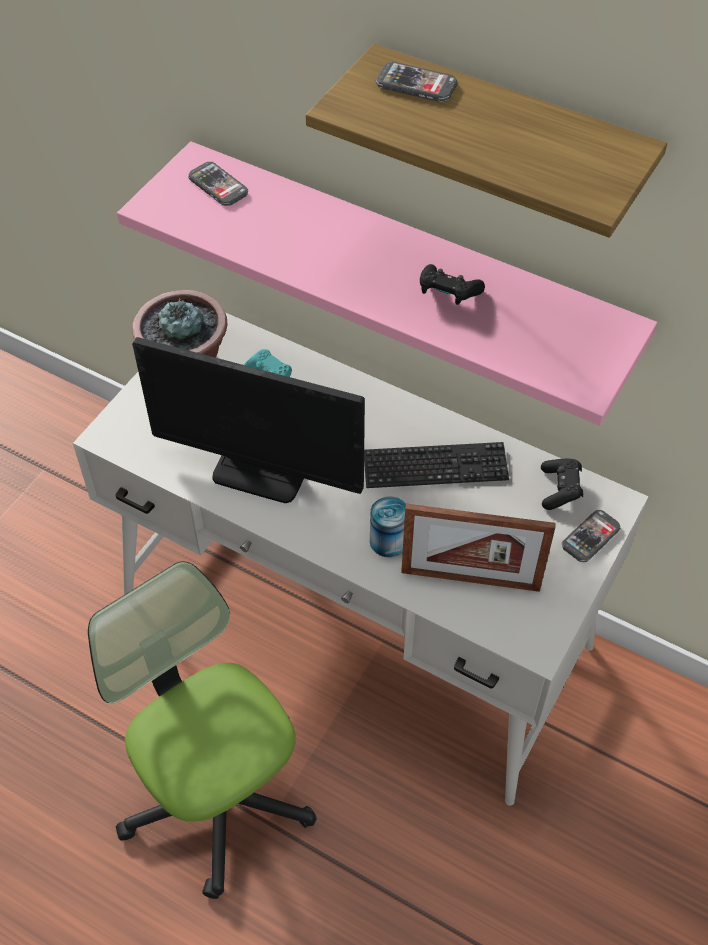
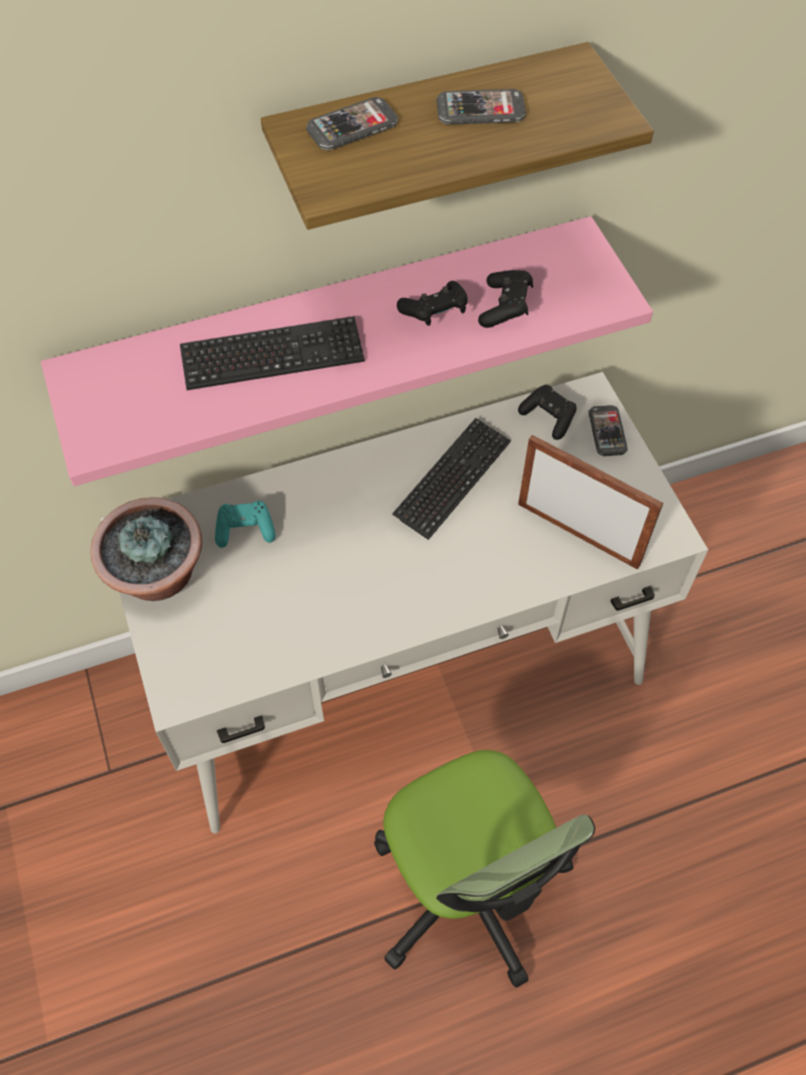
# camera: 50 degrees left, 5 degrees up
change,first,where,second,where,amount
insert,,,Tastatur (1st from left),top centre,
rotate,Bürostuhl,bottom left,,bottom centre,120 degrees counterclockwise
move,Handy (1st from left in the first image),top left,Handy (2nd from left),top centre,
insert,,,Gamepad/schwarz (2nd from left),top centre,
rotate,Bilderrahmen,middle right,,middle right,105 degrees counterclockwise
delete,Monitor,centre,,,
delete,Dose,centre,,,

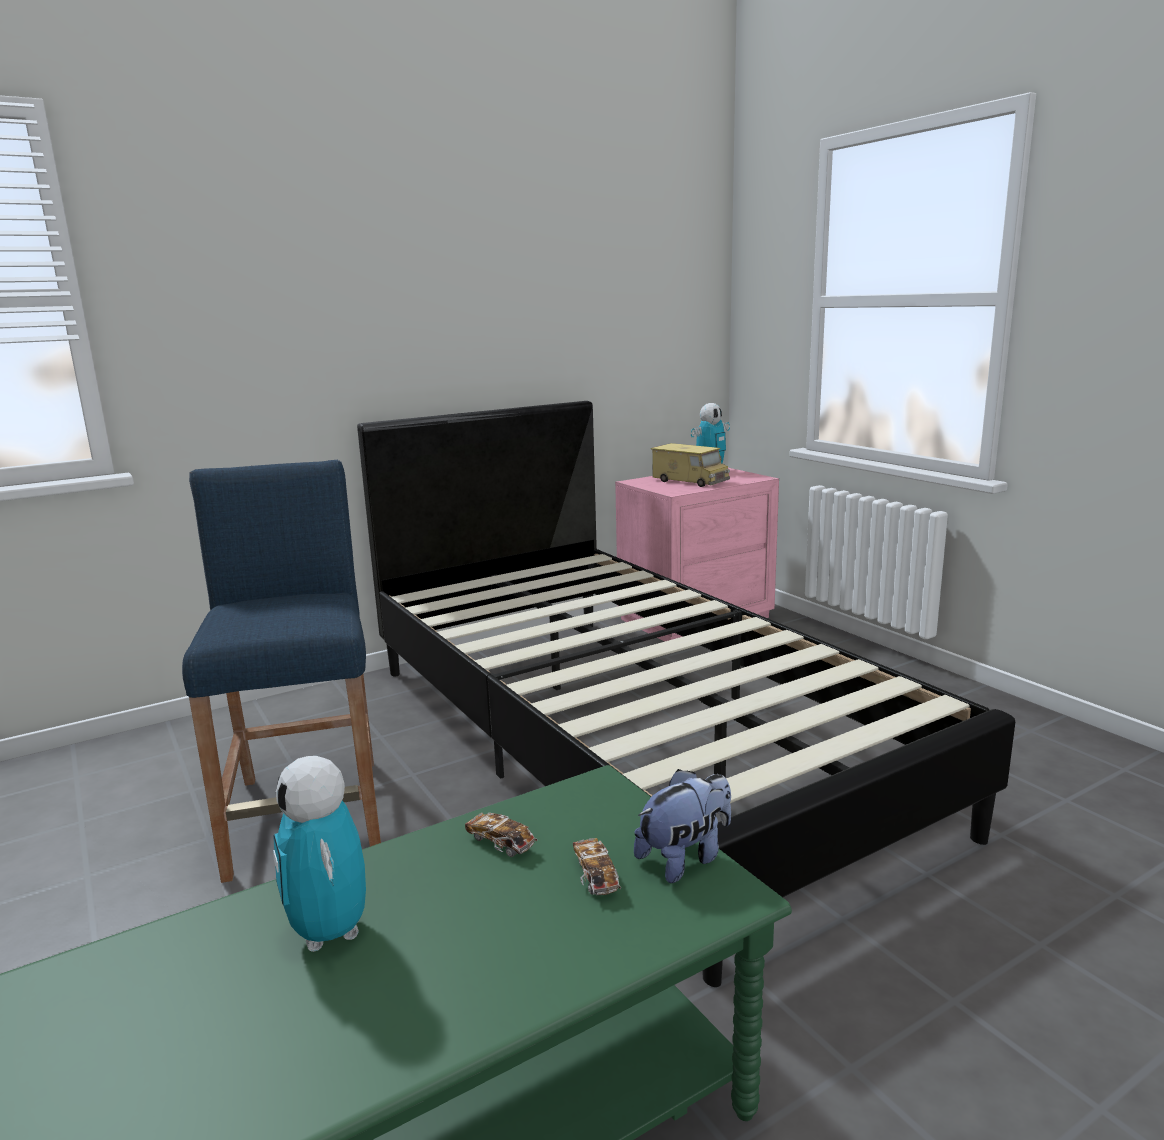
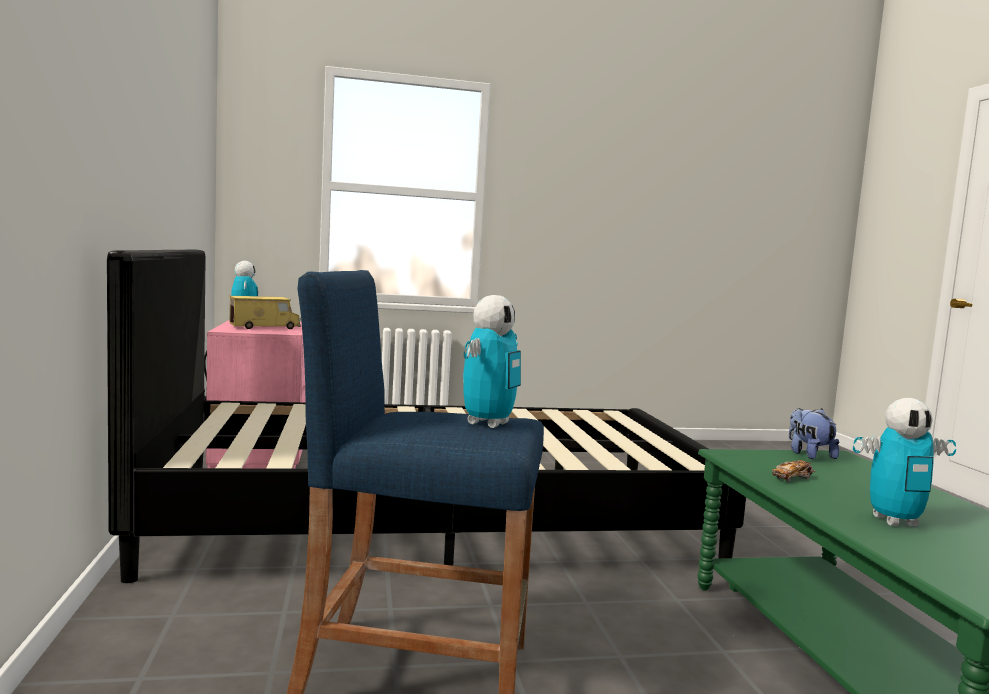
# camera: 70 degrees left, 10 degrees down
change,first,where,second,where,amount
insert,,,Spielzeugroboter (2nd from left),centre,
delete,Spielzeugauto (2nd from left),bottom centre,,,

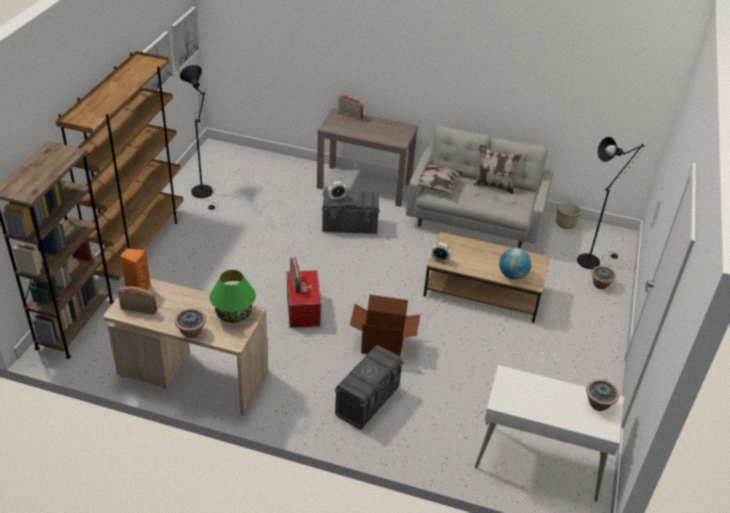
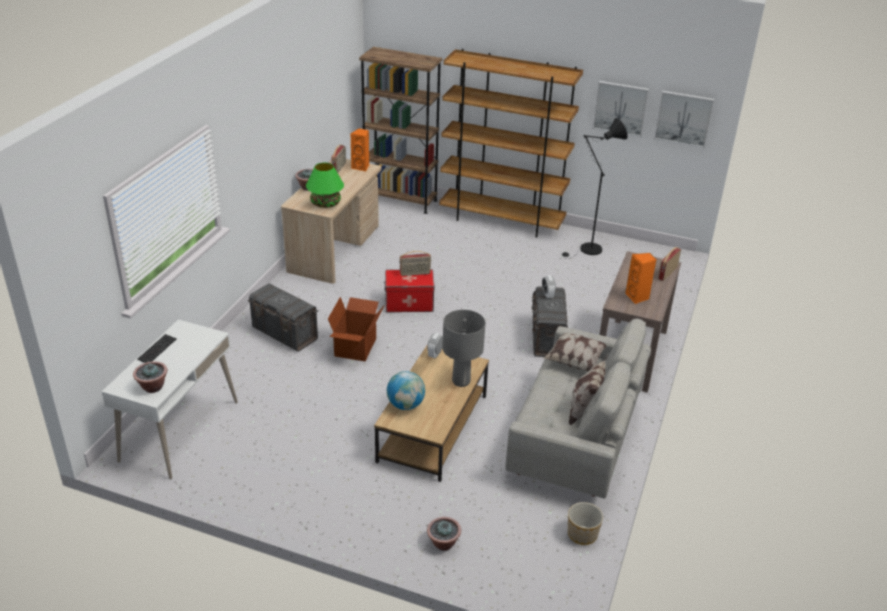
# camera: 95 degrees right, 5 degrees down
change,first,where,second,where,amount
insert,,,Tastatur,middle left,
insert,,,Tischlampe/grau,centre,
insert,,,Lautsprecher/orange (2nd from left),middle right,
delete,Stehlampe/schwarz (2nd from left),middle right,,,

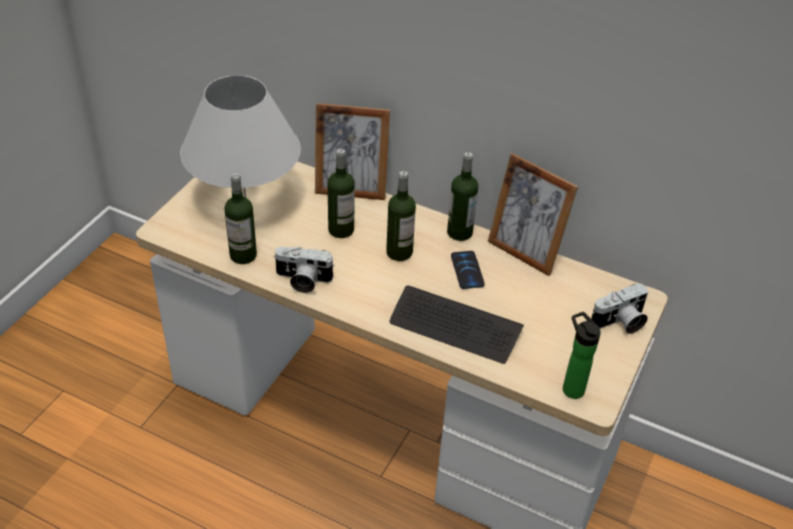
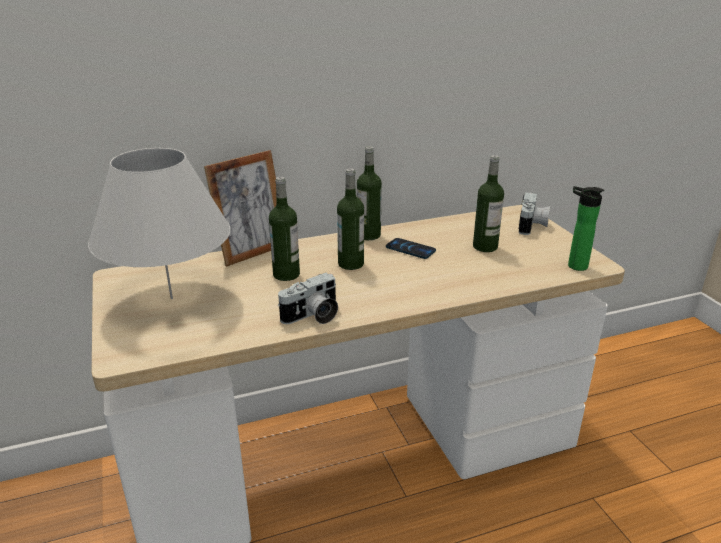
# camera: 45 degrees left, 15 degrees down
change,first,where,second,where,amount
move,Flasche (1st from left in the first image),middle left,Flasche (4th from left),middle right,
delete,Tastatur,centre,,,
delete,Bilderrahmen (2nd from left),middle right,,,

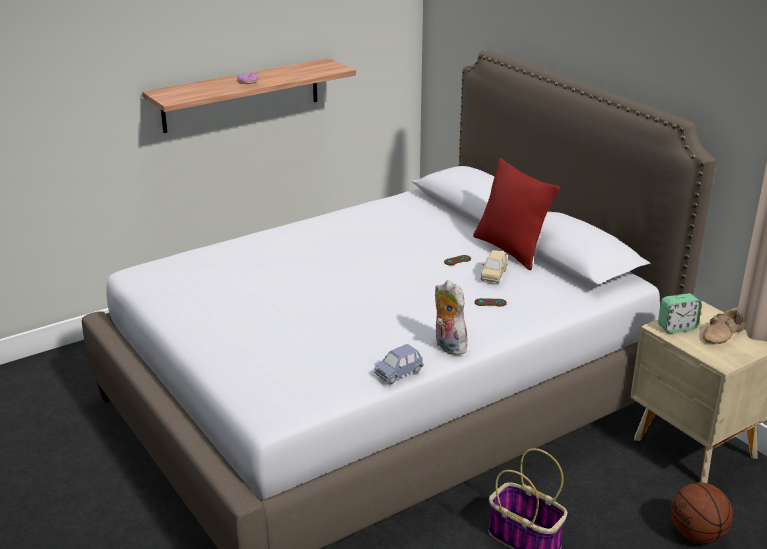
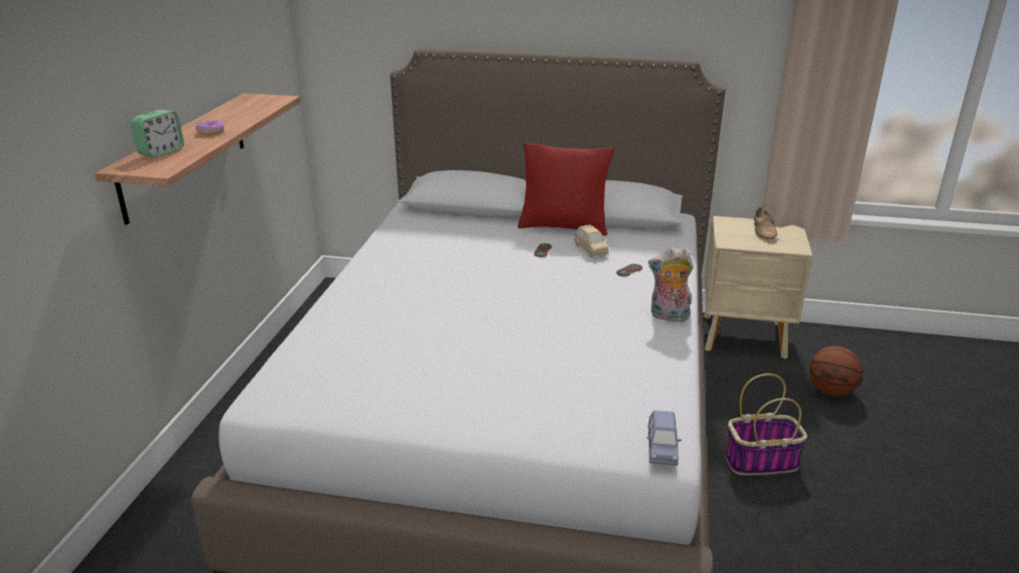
# camera: 45 degrees left, 0 degrees up
change,first,where,second,where,amount
move,Wecker,middle right,,top left,
move,Spielzeugauto/blau,centre,,bottom centre,

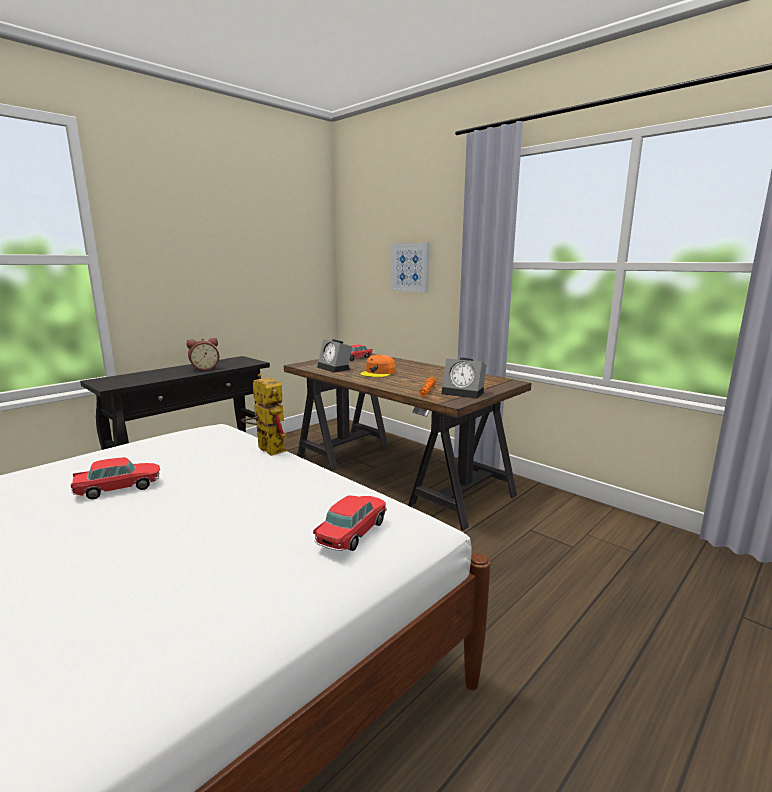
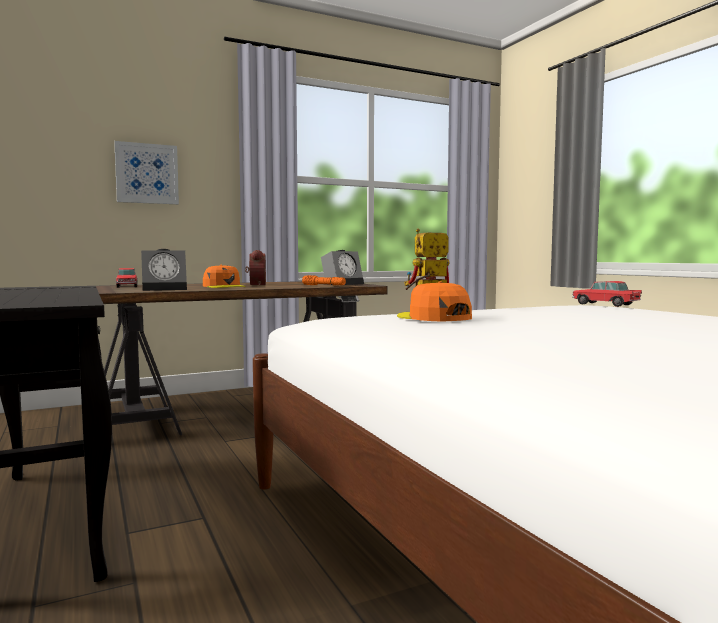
# camera: 70 degrees left, 10 degrees down
change,first,where,second,where,amount
move,Wecker (1st from left in the first image),middle left,Wecker (2nd from left),centre,
insert,,,Kappe/orange (2nd from left),centre,
delete,Spielzeugauto (1st from left),middle left,,,

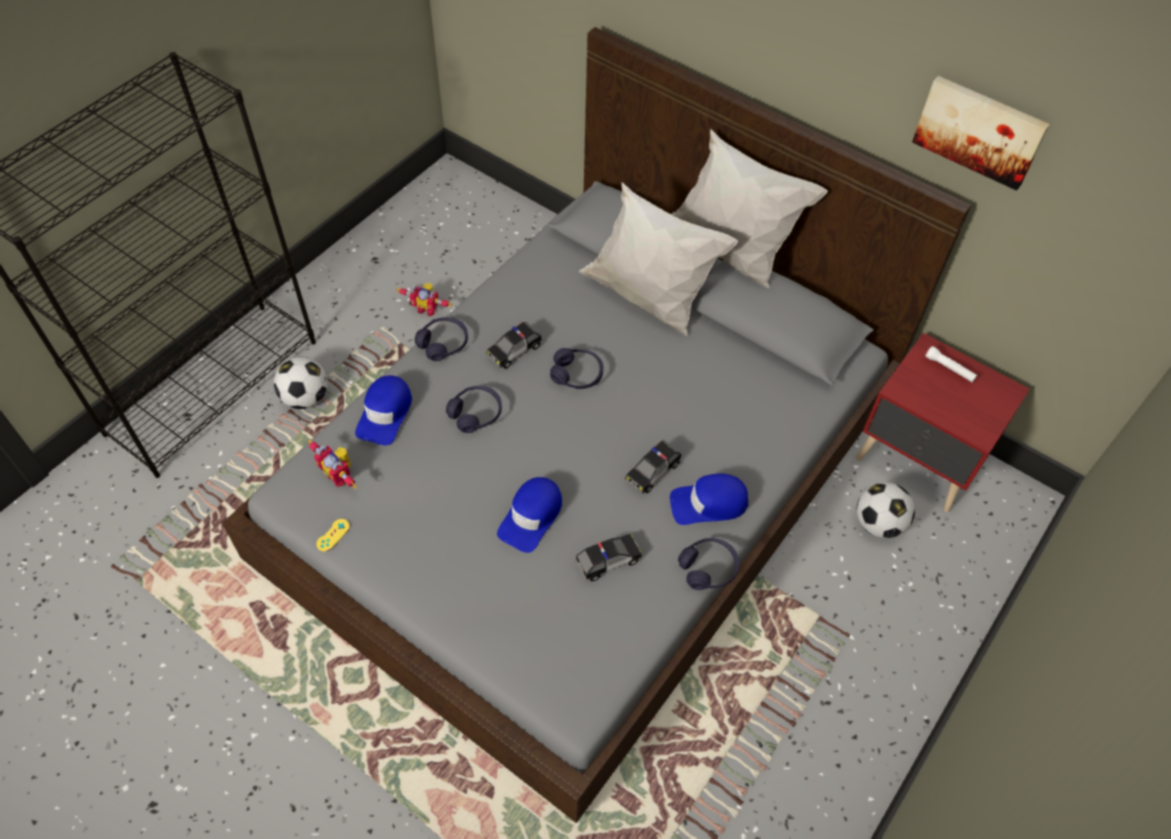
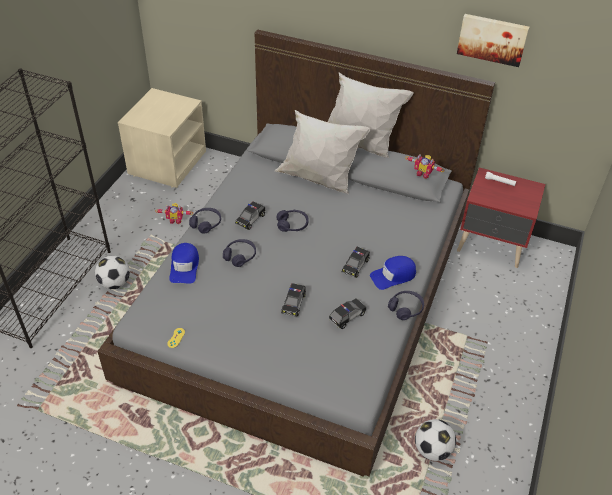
# camera: 15 degrees left, 10 degrees down
change,first,where,second,where,amount
insert,,,Nachttisch/beige,top left,
replace,Kappe/blau (2nd from left),centre,Spielzeugauto (2nd from left),centre,
move,Spielzeugroboter (1st from left in the first image),middle left,Spielzeugroboter (2nd from left),middle right,
move,Fußball (2nd from left),middle right,,bottom right,

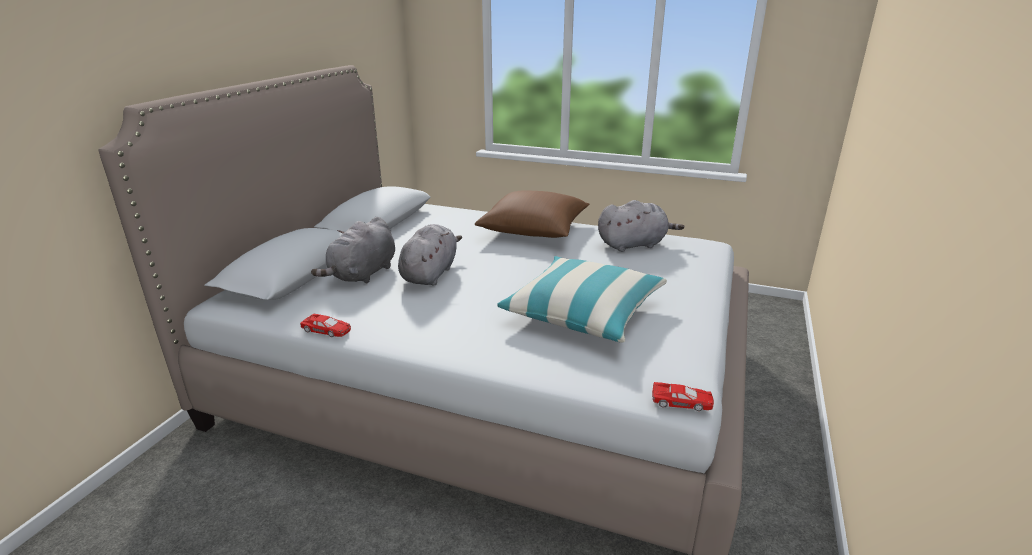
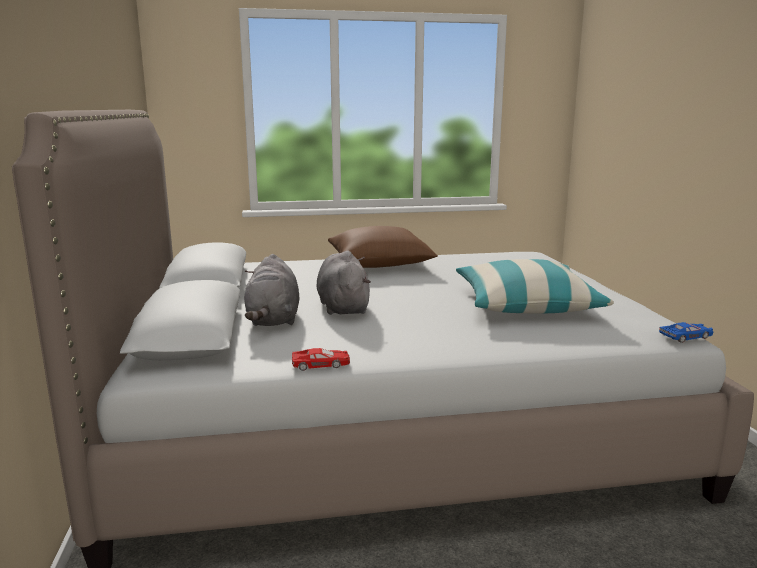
# camera: 30 degrees left, 10 degrees down
change,first,where,second,where,amount
recolor,Spielzeugauto/rot (2nd from left),bottom centre,Spielzeugauto/blau,middle right,
delete,Plüschtier/grau (3rd from left),centre,,,

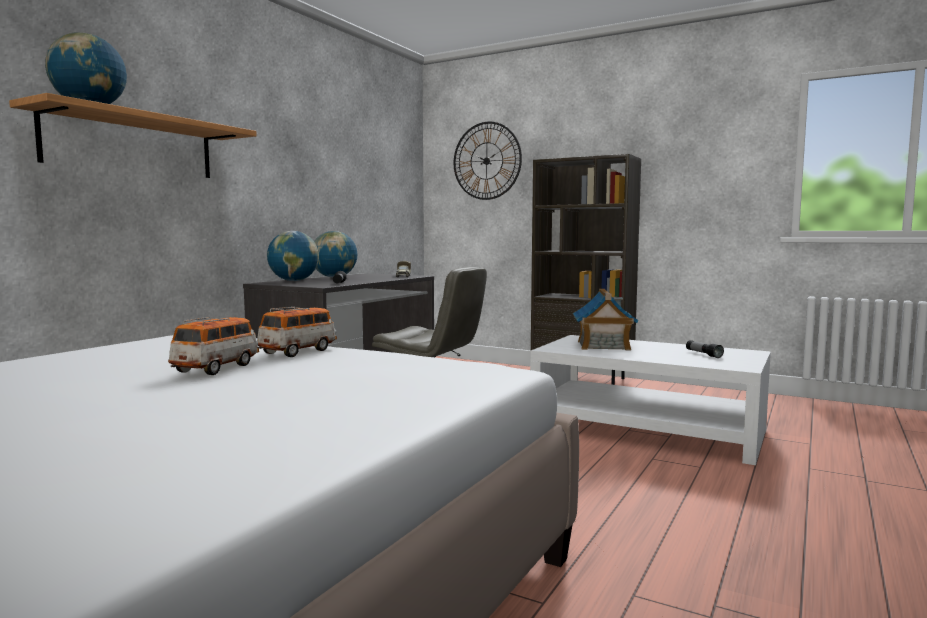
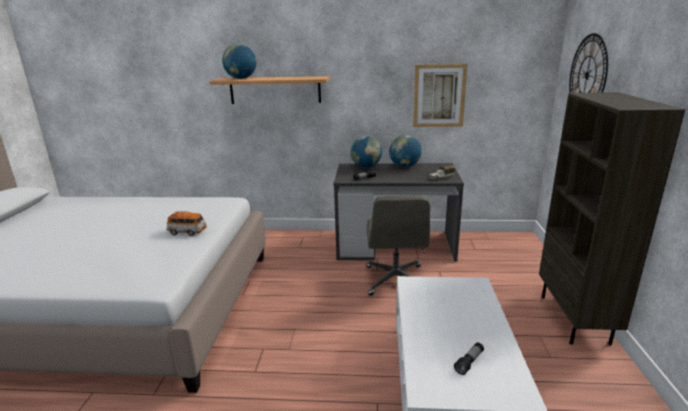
# camera: 65 degrees right, 15 degrees up
change,first,where,second,where,amount
insert,,,Bild,top centre,
delete,Spielzeugauto (1st from left),middle left,,,
delete,Spielzeughaus,centre,,,

